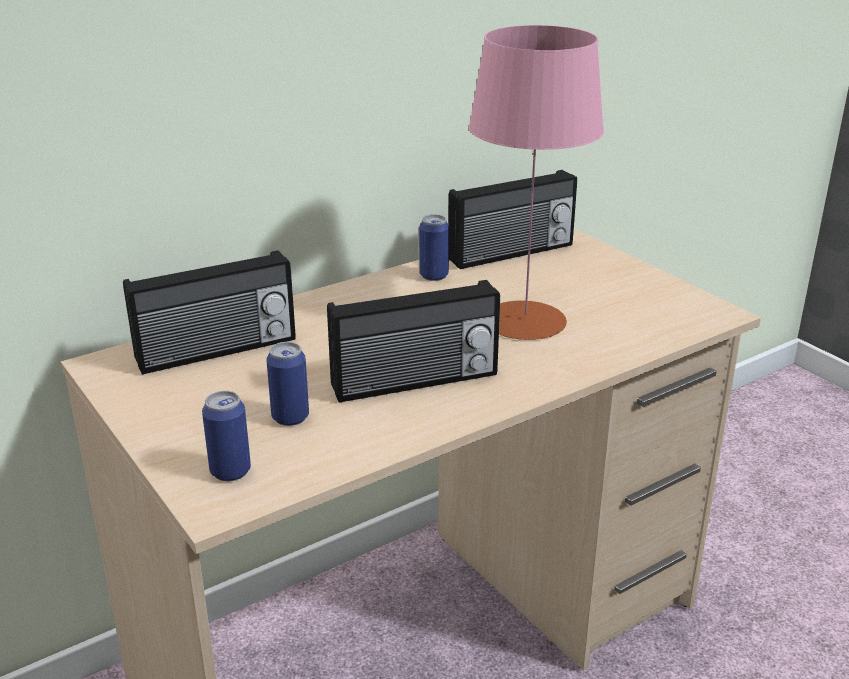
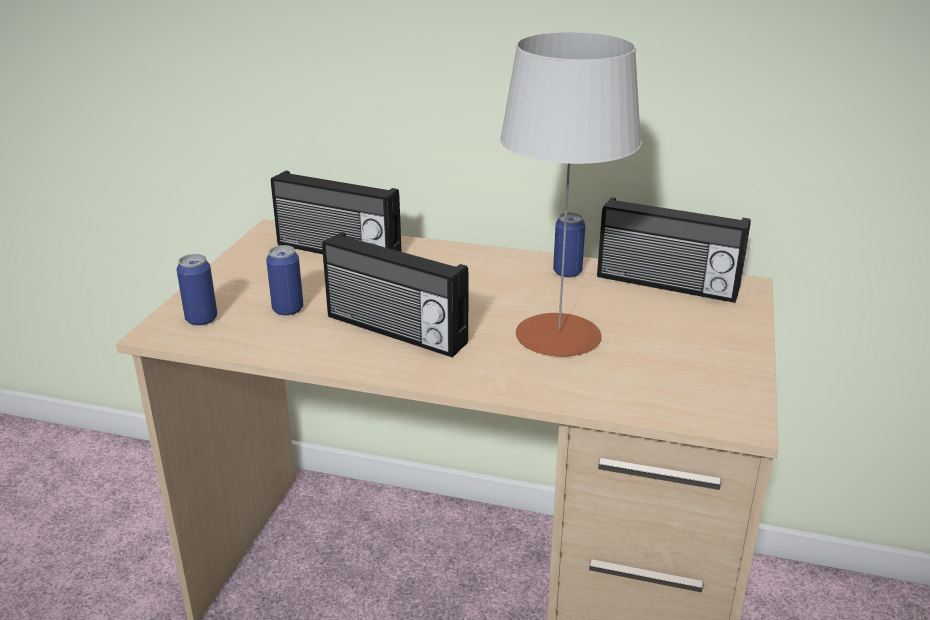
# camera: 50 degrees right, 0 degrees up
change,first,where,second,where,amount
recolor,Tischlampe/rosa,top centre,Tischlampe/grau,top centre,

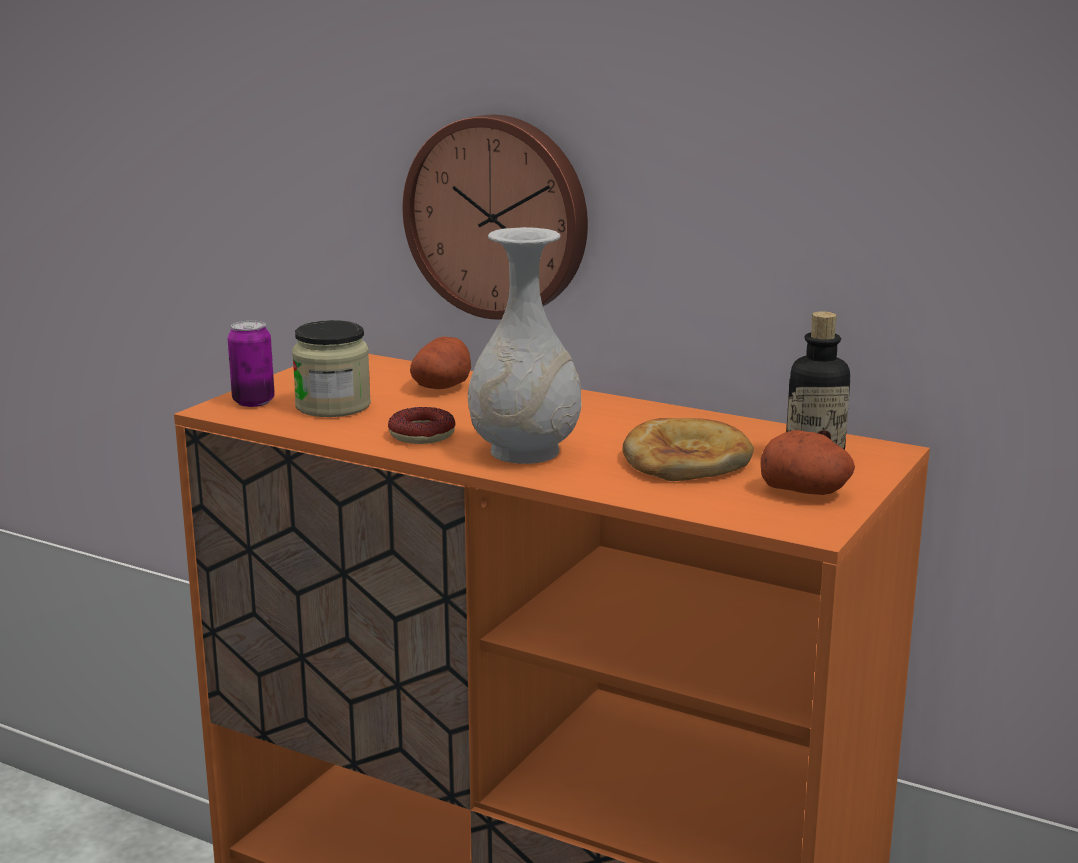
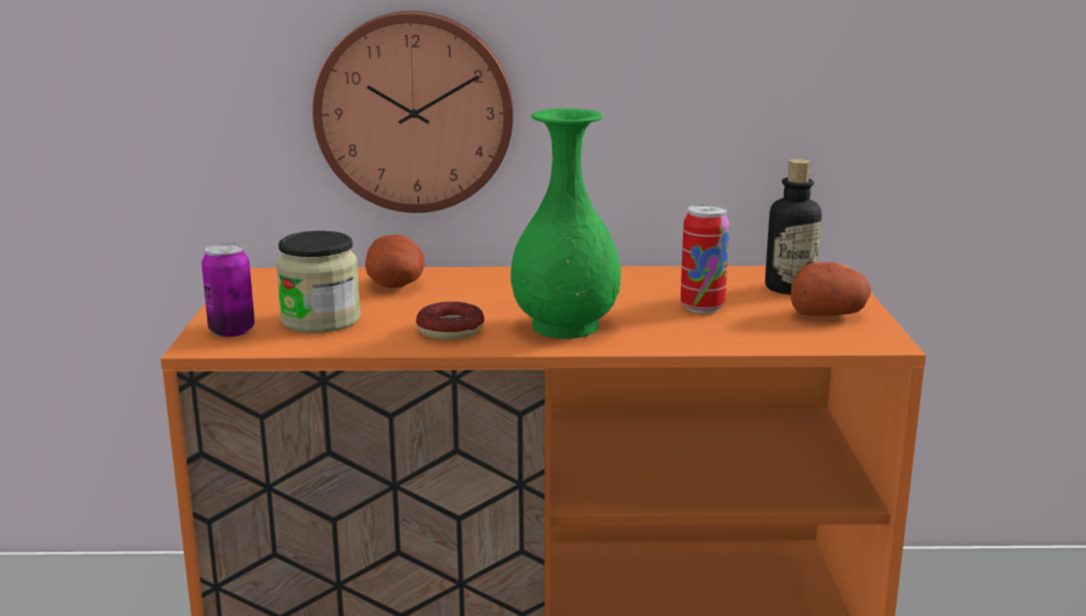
# camera: 30 degrees left, 0 degrees up
change,first,where,second,where,amount
recolor,Vase/weiß,centre,Vase/grün,centre,
replace,Brot,centre,Dose (2nd from left),centre,

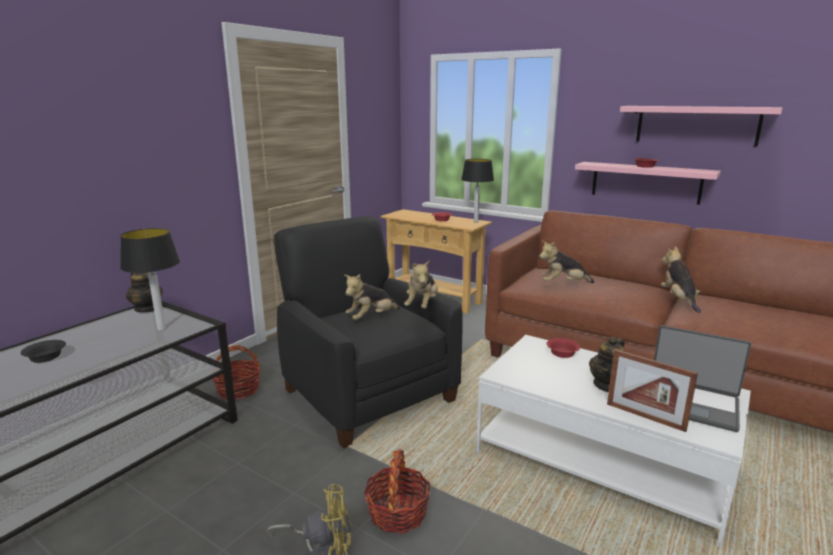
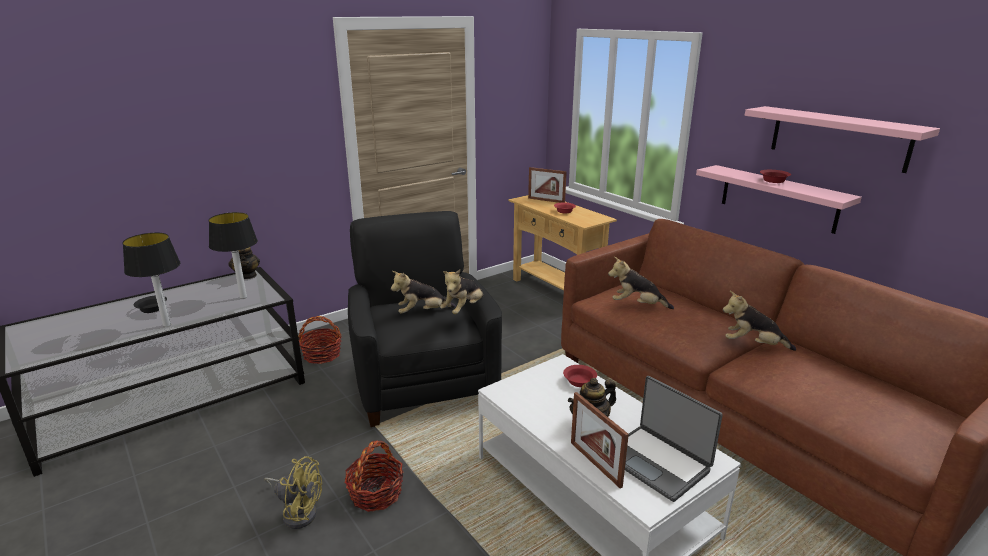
# camera: 20 degrees right, 5 degrees up
change,first,where,second,where,amount
move,Tischlampe (2nd from left in the first image),centre,Tischlampe (1st from left),middle left,
insert,,,Bilderrahmen (1st from left),top centre,
rotate,Plüschtier (4th from left),middle right,,middle right,90 degrees counterclockwise

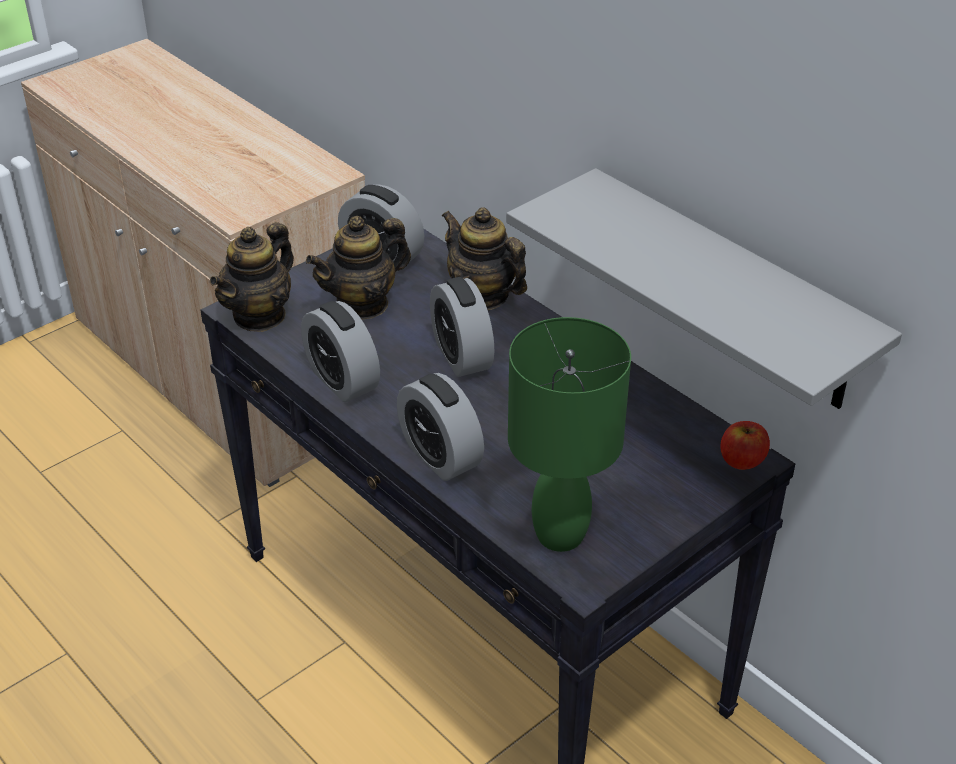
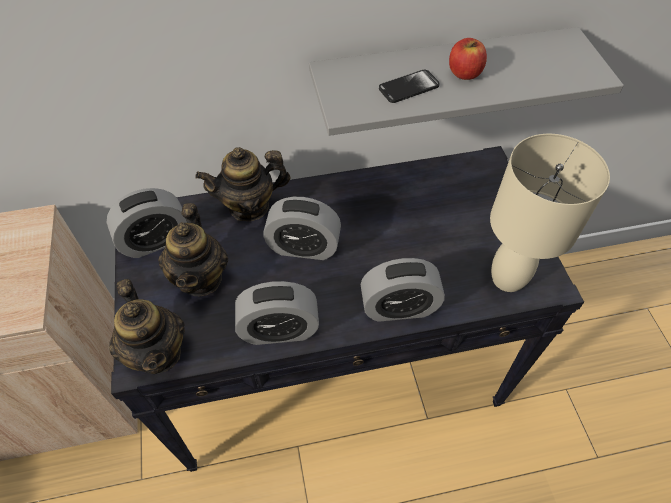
# camera: 60 degrees left, 15 degrees up
change,first,where,second,where,amount
insert,,,Handy,top centre,
move,Apfel,middle right,,top right,
recolor,Tischlampe/grün,centre,Tischlampe/beige,middle right,

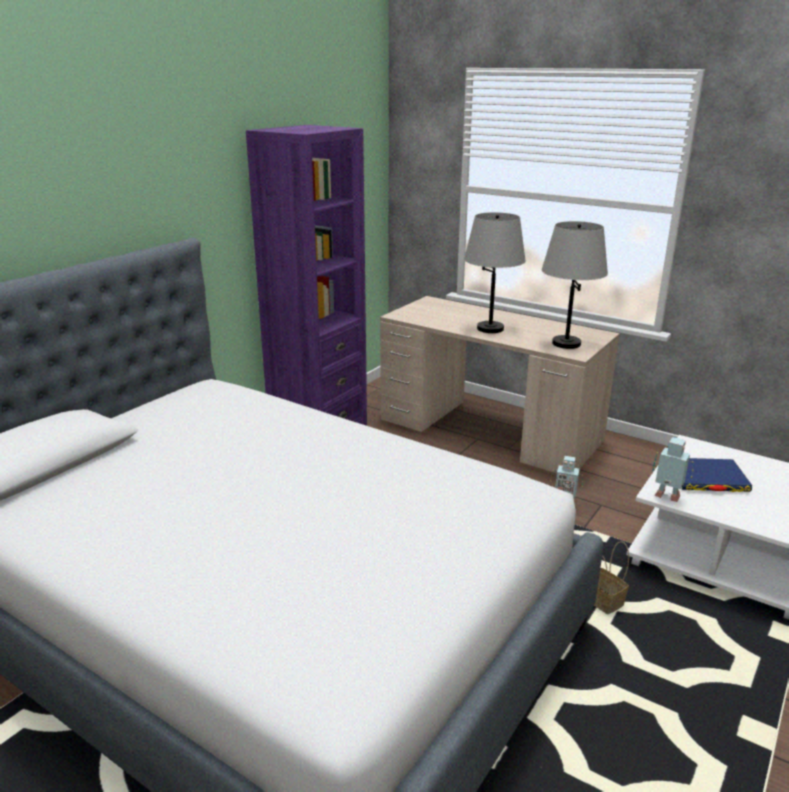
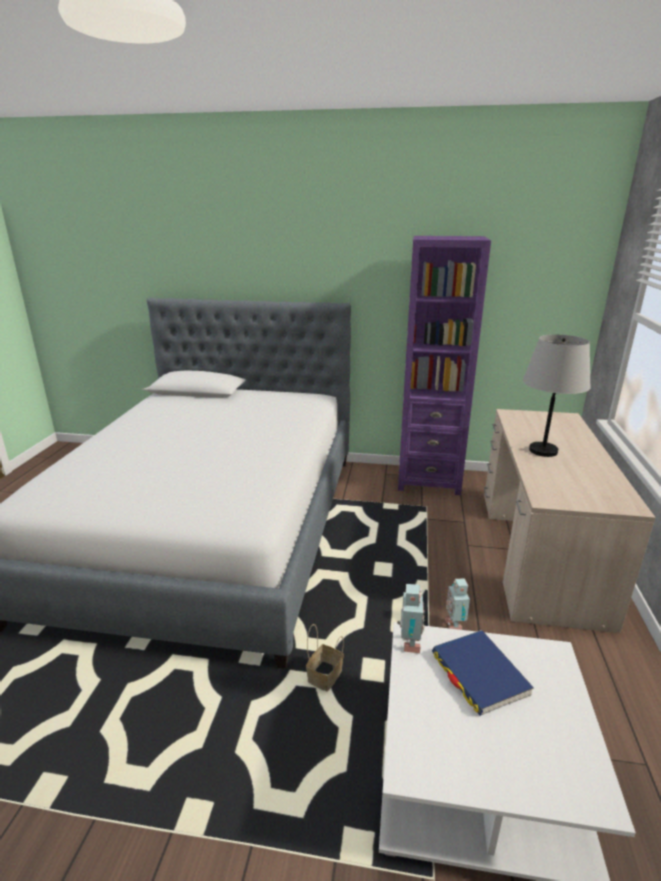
# camera: 65 degrees right, 0 degrees up
change,first,where,second,where,amount
delete,Tischlampe/grau (2nd from left),middle right,,,

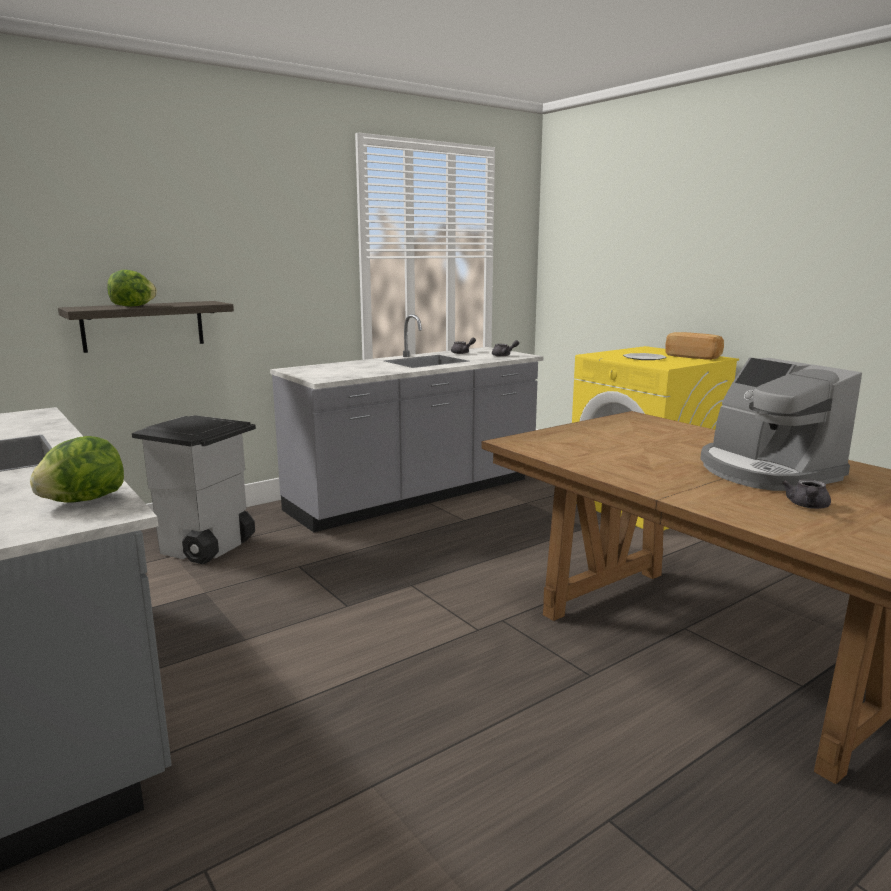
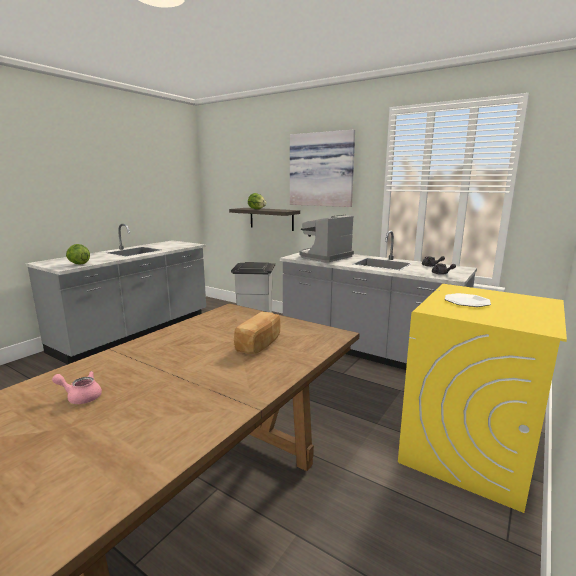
# camera: 70 degrees right, 0 degrees up
change,first,where,second,where,amount
recolor,Teekanne/grau (3rd from left),middle right,Teekanne/rosa,bottom left,
move,Brot,middle right,,centre,
insert,,,Bild,top centre,
move,Kaffeemaschine,middle right,,centre,

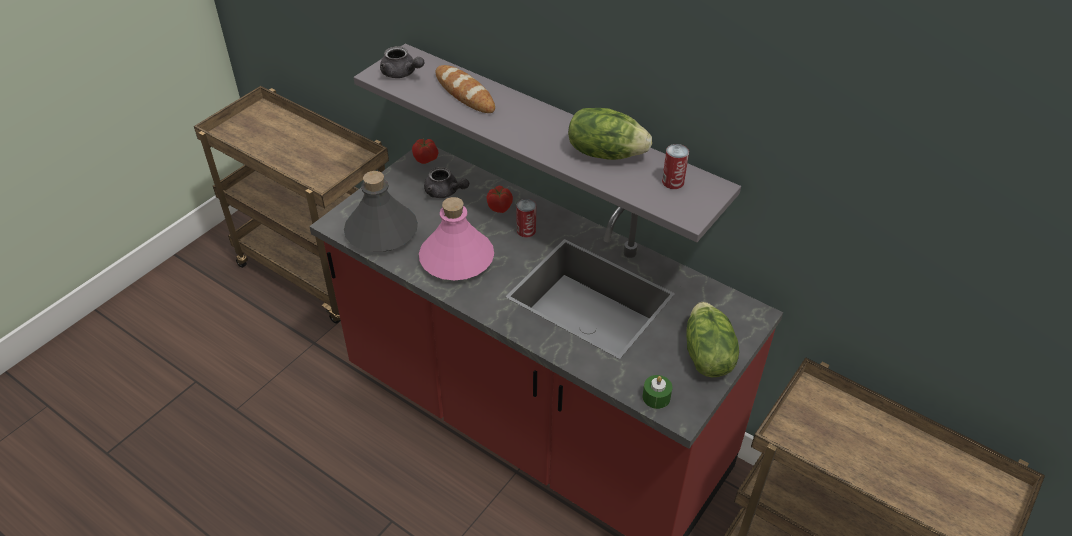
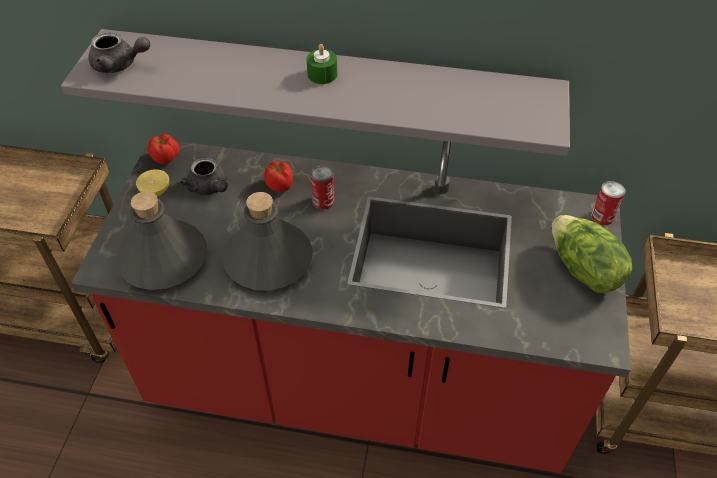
# camera: 25 degrees left, 5 degrees up
change,first,where,second,where,amount
insert,,,Zitrone,middle left,
rotate,Teekanne/grau (2nd from left),centre,,middle left,45 degrees clockwise
recolor,Flasche/rosa,centre,Flasche/grau (2nd from left),centre,
move,Kerze/grün,bottom centre,,top centre,
move,Dose (2nd from left),top centre,,middle right,
delete,Brot,top centre,,,
delete,Salatkopf (1st from left),top centre,,,

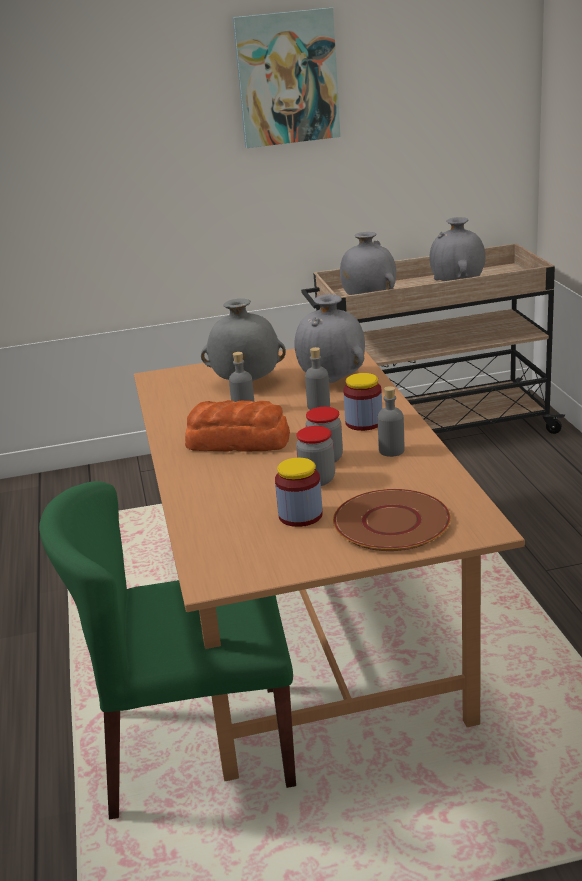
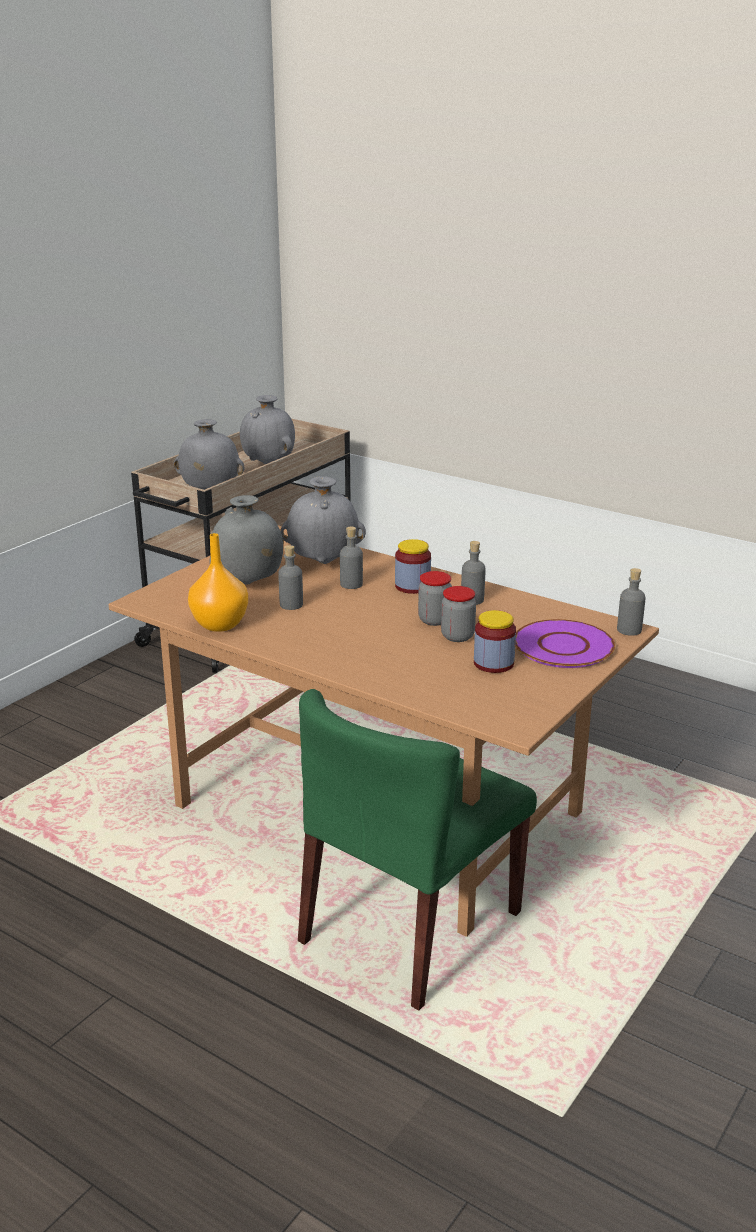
# camera: 45 degrees left, 0 degrees up
change,first,where,second,where,amount
insert,,,Vase/orange,middle left,
recolor,Teller/braun,middle right,Teller/lila,middle right,
insert,,,Flasche/grau (4th from left),middle right,
delete,Brot,centre,,,
delete,Bild,top centre,,,

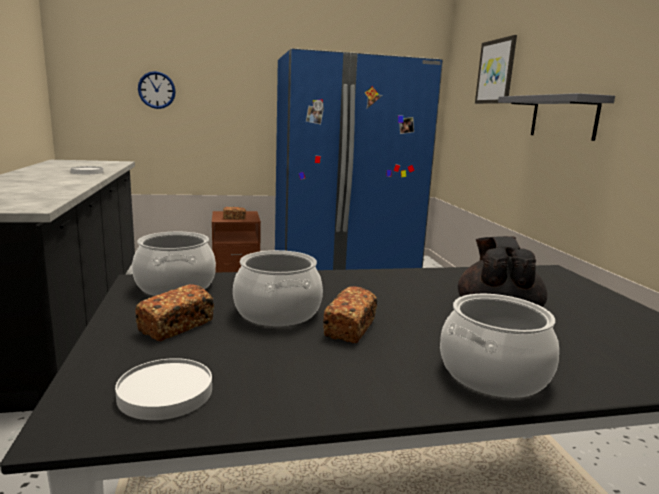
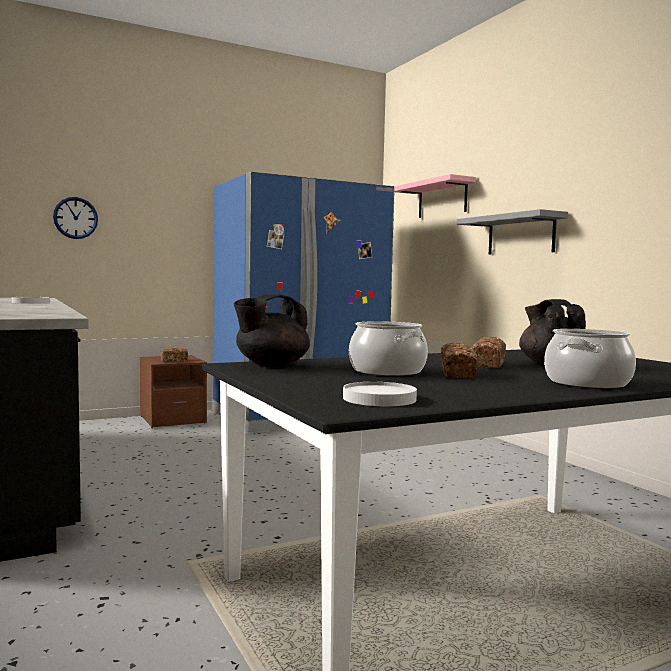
# camera: 15 degrees left, 10 degrees down
change,first,where,second,where,amount
replace,Kochtopf (1st from left),middle left,Teekanne/schwarz (1st from left),centre,
replace,Bild,top right,Wandregal/rosa,top centre,
move,Brot (1st from left in the first image),middle left,Brot (3rd from left),middle right,

